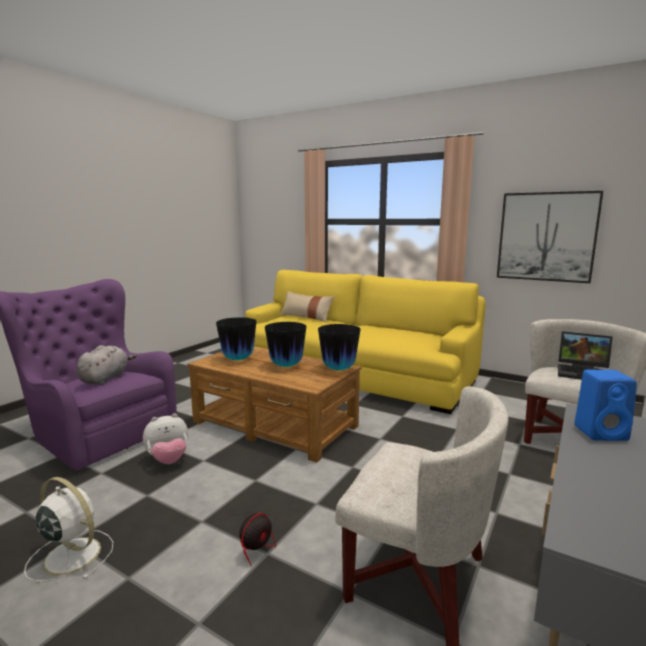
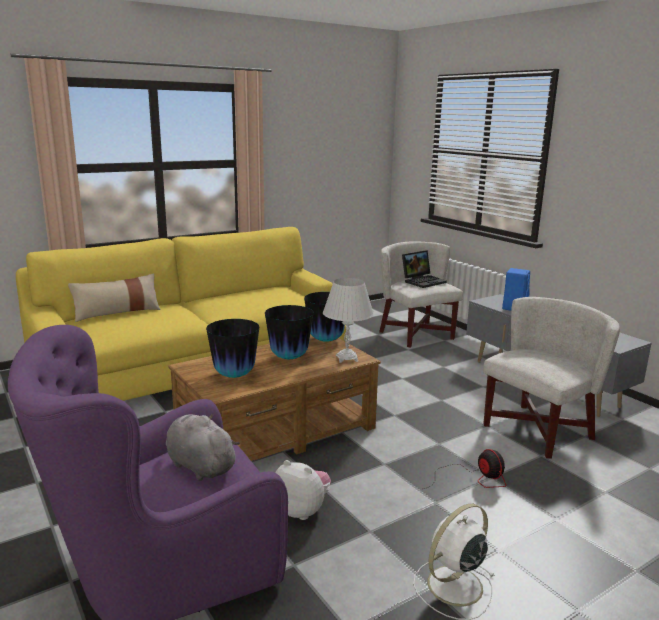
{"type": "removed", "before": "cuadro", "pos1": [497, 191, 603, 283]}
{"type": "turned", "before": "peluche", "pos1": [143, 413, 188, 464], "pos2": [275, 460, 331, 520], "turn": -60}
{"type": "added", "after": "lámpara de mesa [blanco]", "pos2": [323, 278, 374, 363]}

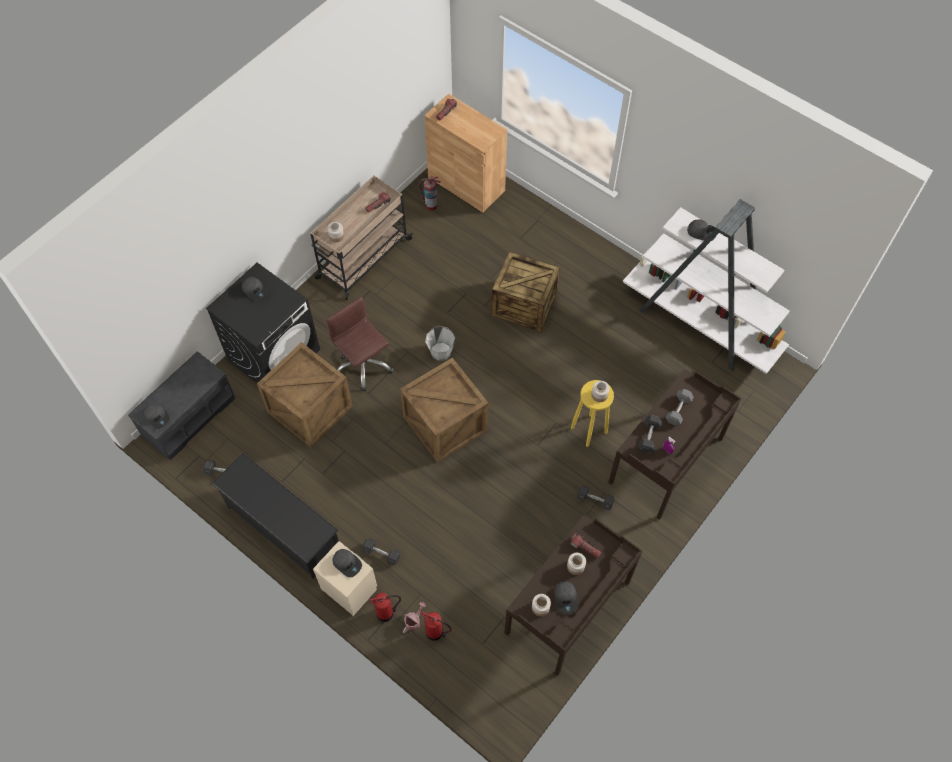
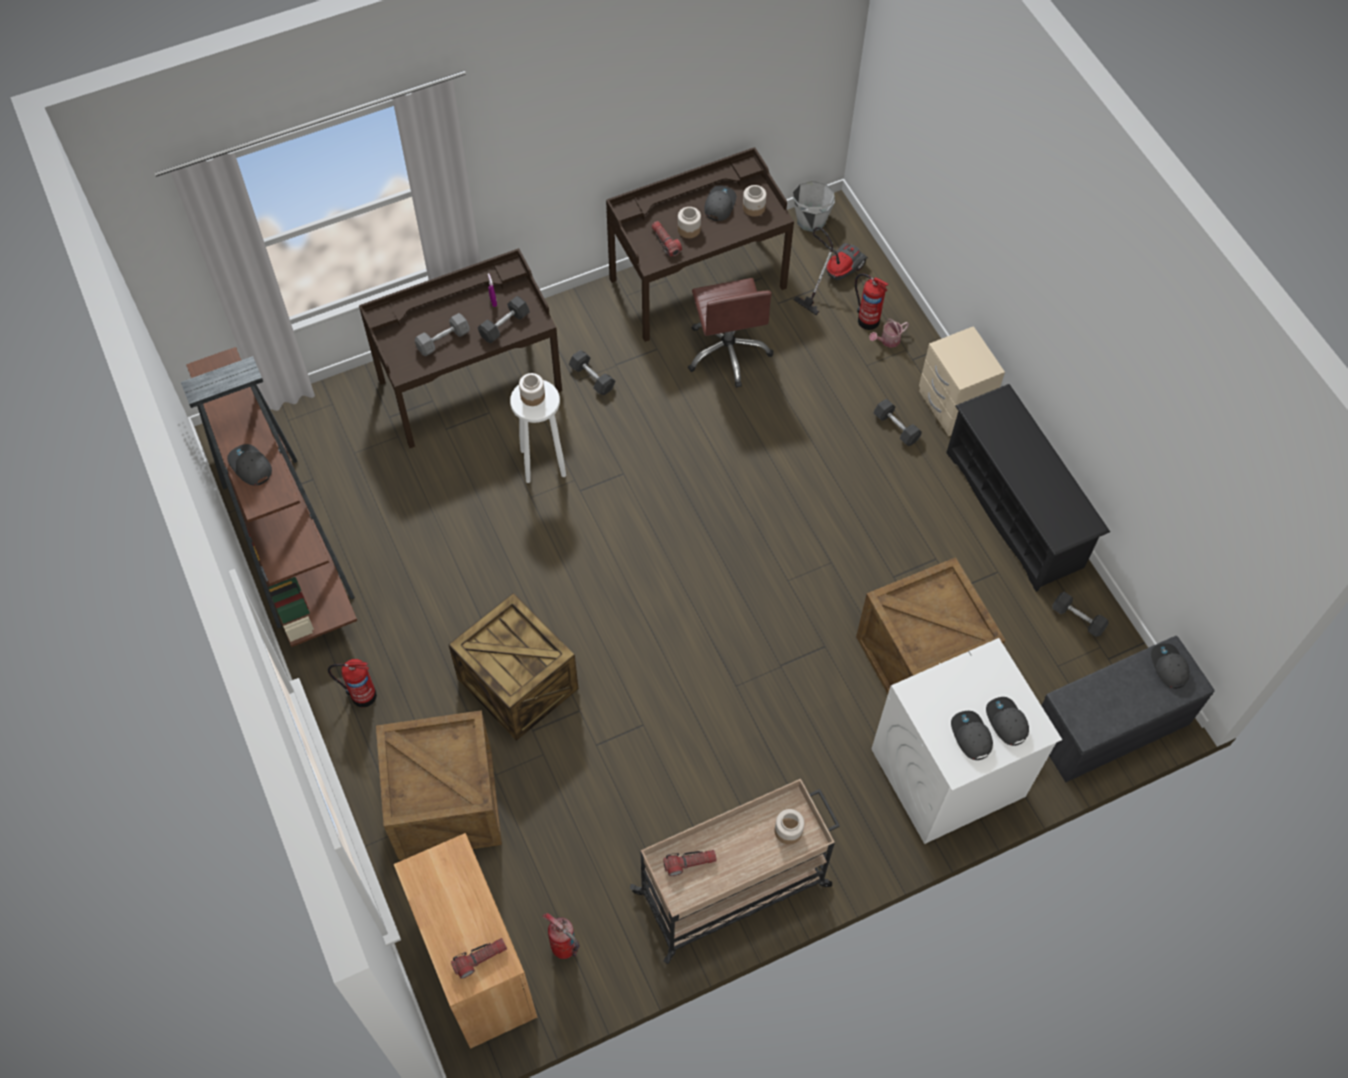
{"type": "recoloured", "before": "estantería [blanco]", "after": "estantería [marrón]", "pos1": [623, 199, 790, 374], "pos2": [181, 347, 357, 647]}
{"type": "recoloured", "before": "lavadora [negro]", "after": "lavadora [blanco]", "pos1": [206, 263, 320, 383], "pos2": [871, 638, 1062, 844]}
{"type": "moved", "before": "silla de oficina [marrón]", "pos1": [326, 297, 394, 391], "pos2": [688, 278, 773, 388]}
{"type": "moved", "before": "cubo [gris]", "pos1": [425, 326, 455, 361], "pos2": [793, 181, 835, 232]}
{"type": "moved", "before": "caja de embalaje", "pos1": [400, 358, 488, 463], "pos2": [376, 710, 502, 860]}
{"type": "recoloured", "before": "taburete [amarillo]", "after": "taburete [blanco]", "pos1": [571, 380, 614, 447], "pos2": [510, 380, 566, 483]}
{"type": "moved", "before": "gorra [gris]", "pos1": [332, 549, 362, 578], "pos2": [986, 697, 1029, 746]}
{"type": "moved", "before": "extintor", "pos1": [370, 593, 401, 622], "pos2": [328, 659, 377, 707]}
{"type": "added", "after": "aspiradora", "pos2": [793, 227, 868, 315]}

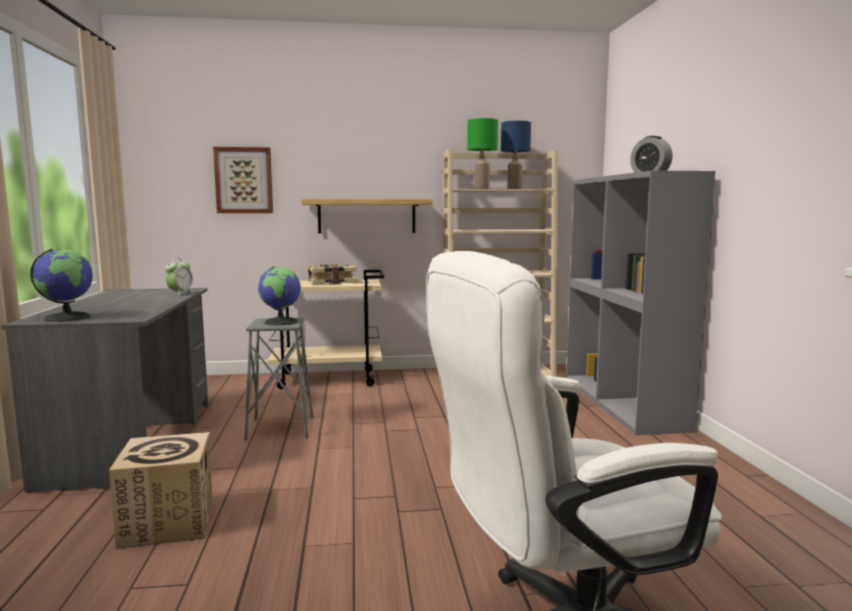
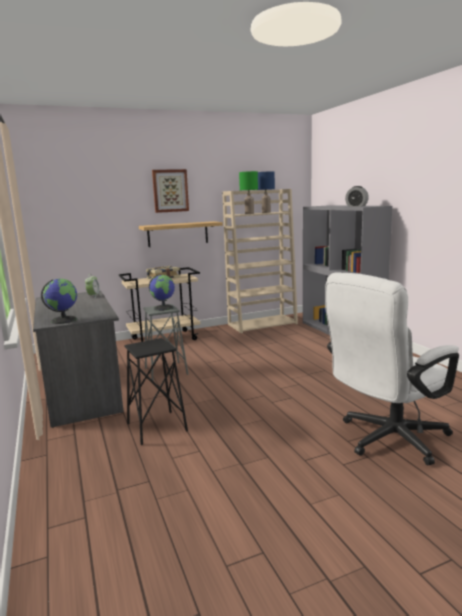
{"type": "moved", "before": "cuadro", "pos1": [213, 147, 273, 213], "pos2": [152, 169, 189, 213]}
{"type": "replaced", "before": "caja de cartón", "after": "taburete [negro]", "pos1": [109, 432, 212, 549], "pos2": [125, 338, 188, 445]}

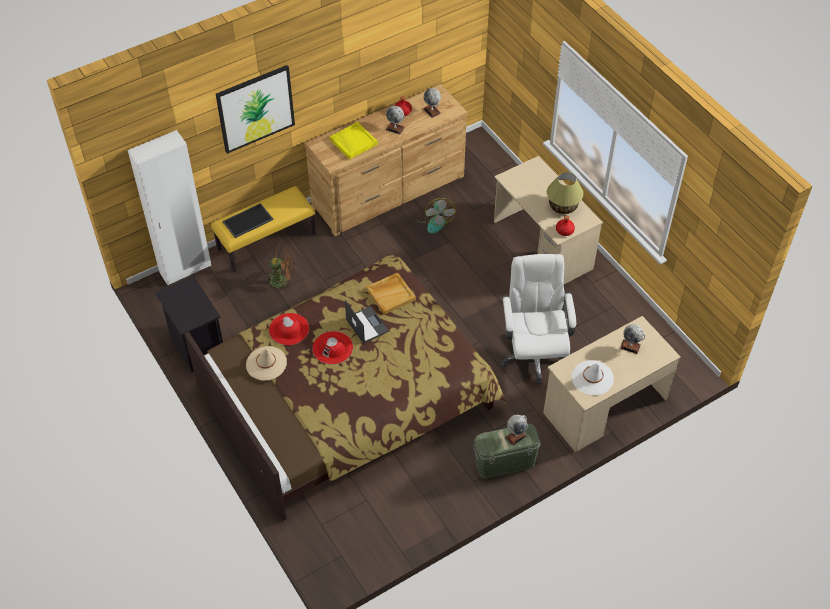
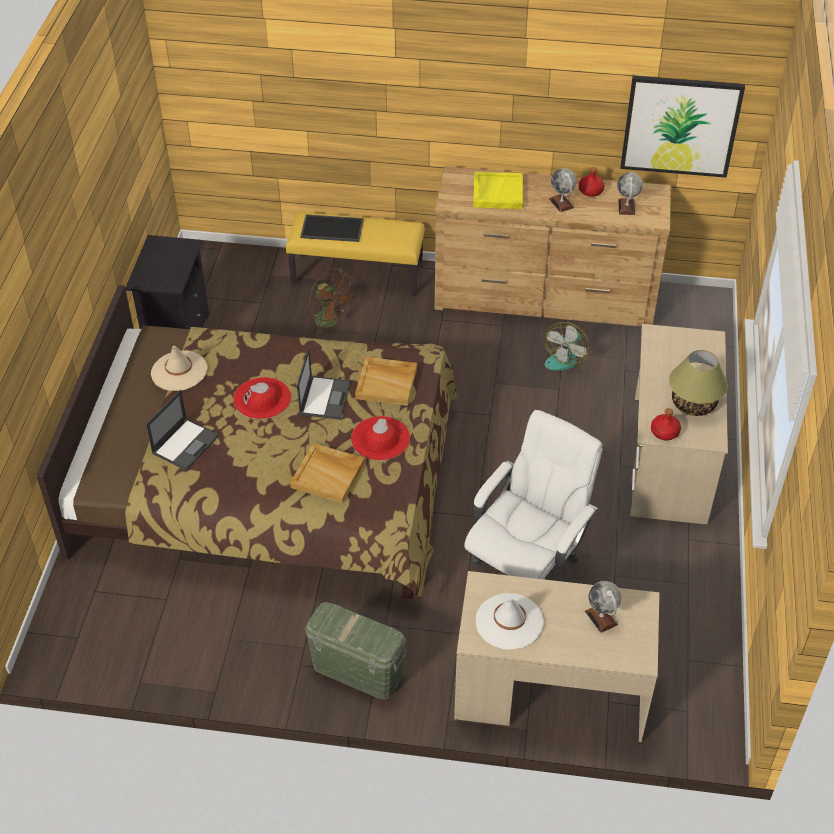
{"type": "moved", "before": "cuadro", "pos1": [216, 65, 295, 154], "pos2": [620, 76, 745, 178]}
{"type": "removed", "before": "armario ropero [blanco]", "pos1": [128, 130, 211, 285]}
{"type": "moved", "before": "sombrero [rojo]", "pos1": [269, 313, 309, 345], "pos2": [351, 416, 410, 460]}
{"type": "removed", "before": "globo terráqueo", "pos1": [505, 415, 527, 445]}
{"type": "added", "after": "portátil", "pos2": [146, 390, 219, 471]}
{"type": "added", "after": "bandeja [beis]", "pos2": [290, 443, 365, 504]}

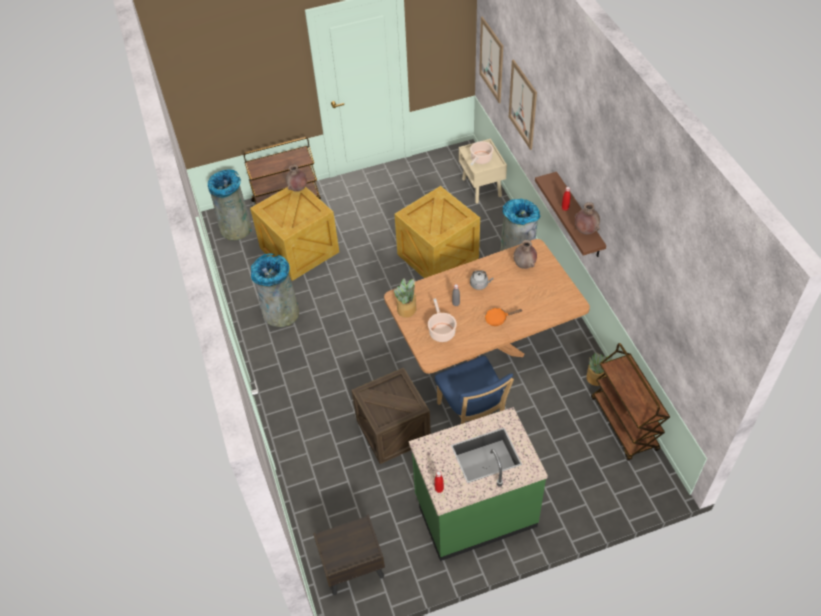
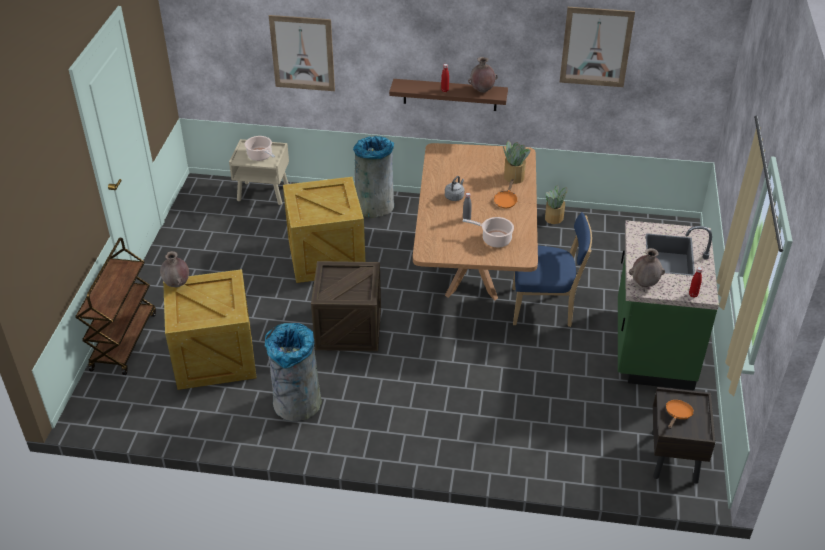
{"type": "moved", "before": "cuadro", "pos1": [479, 17, 503, 103], "pos2": [560, 7, 635, 87]}
{"type": "removed", "before": "papelera [gris]", "pos1": [208, 169, 252, 240]}
{"type": "moved", "before": "florero [marrón]", "pos1": [514, 240, 537, 269], "pos2": [629, 248, 665, 287]}
{"type": "moved", "before": "planta en maceta", "pos1": [394, 278, 416, 318], "pos2": [503, 141, 530, 184]}
{"type": "removed", "before": "carrito [marrón]", "pos1": [591, 343, 670, 461]}
{"type": "moved", "before": "caja de embalaje", "pos1": [352, 368, 431, 464], "pos2": [311, 261, 381, 351]}
{"type": "added", "after": "sartén [naranja]", "pos2": [666, 400, 694, 429]}

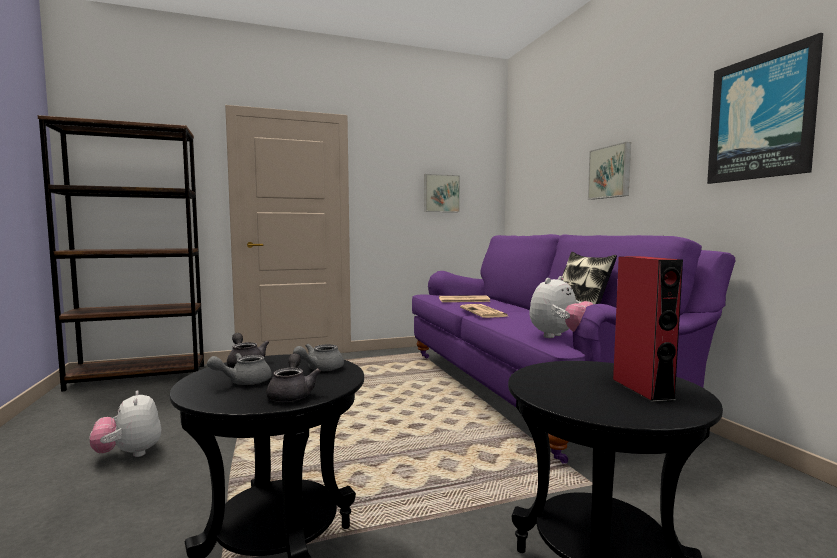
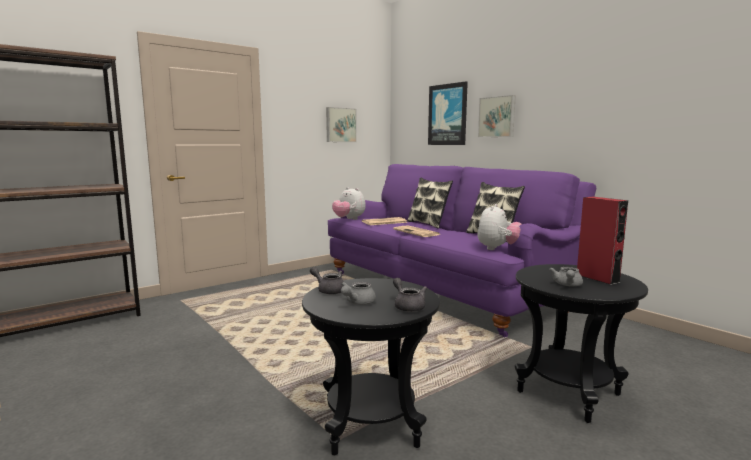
{"type": "moved", "before": "cuadro", "pos1": [707, 33, 823, 184], "pos2": [428, 81, 468, 145]}
{"type": "moved", "before": "tetera [gris]", "pos1": [293, 344, 344, 371], "pos2": [549, 267, 583, 286]}
{"type": "moved", "before": "peluche", "pos1": [90, 390, 161, 457], "pos2": [332, 187, 366, 220]}
{"type": "added", "after": "cojín", "pos2": [407, 178, 453, 229]}

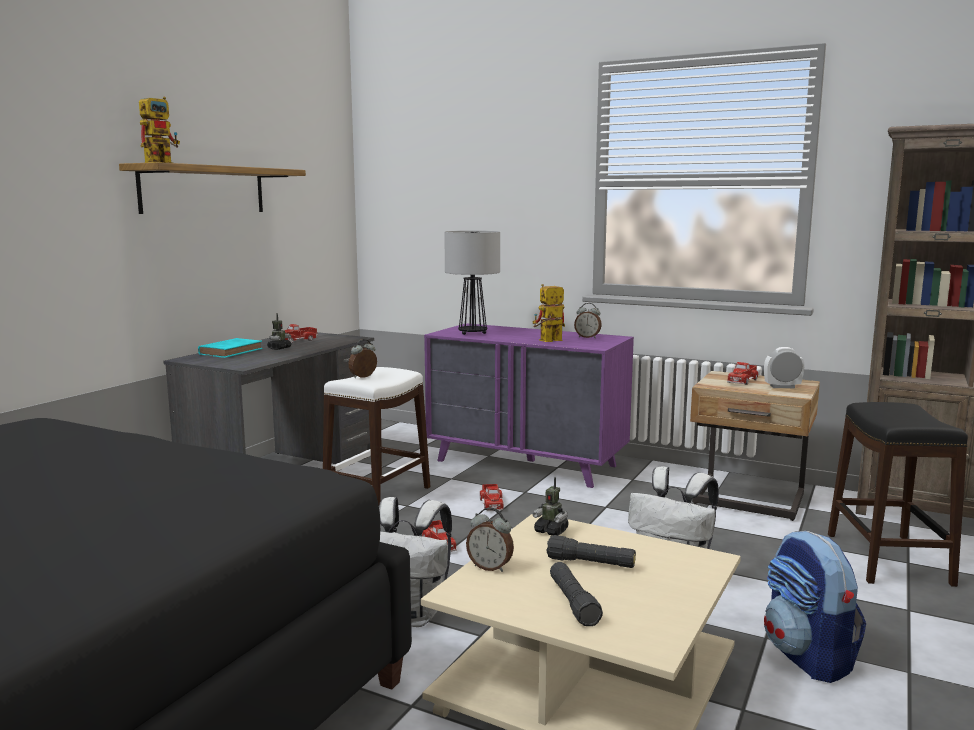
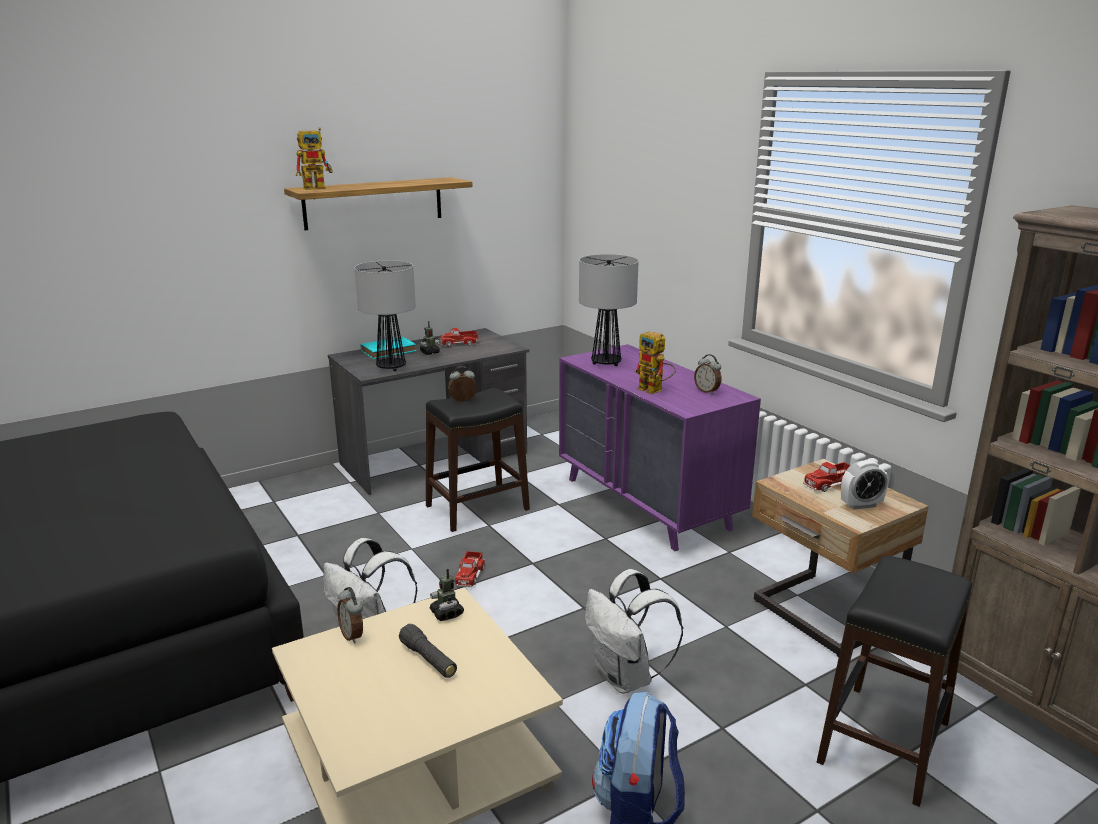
{"type": "turned", "before": "robot de juguete", "pos1": [532, 284, 565, 342], "pos2": [634, 331, 676, 394], "turn": -135}
{"type": "turned", "before": "despertador", "pos1": [764, 347, 804, 388], "pos2": [841, 460, 888, 510], "turn": 135}
{"type": "recoloured", "before": "taburete [blanco]", "after": "taburete [negro]", "pos1": [323, 367, 430, 505], "pos2": [426, 388, 530, 532]}
{"type": "removed", "before": "camión de juguete", "pos1": [480, 484, 504, 511]}
{"type": "removed", "before": "linterna [negro]", "pos1": [550, 562, 603, 626]}
{"type": "added", "after": "lámpara de mesa", "pos2": [354, 260, 416, 371]}

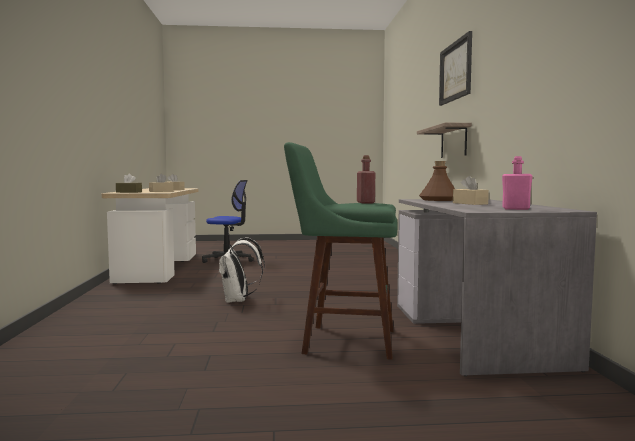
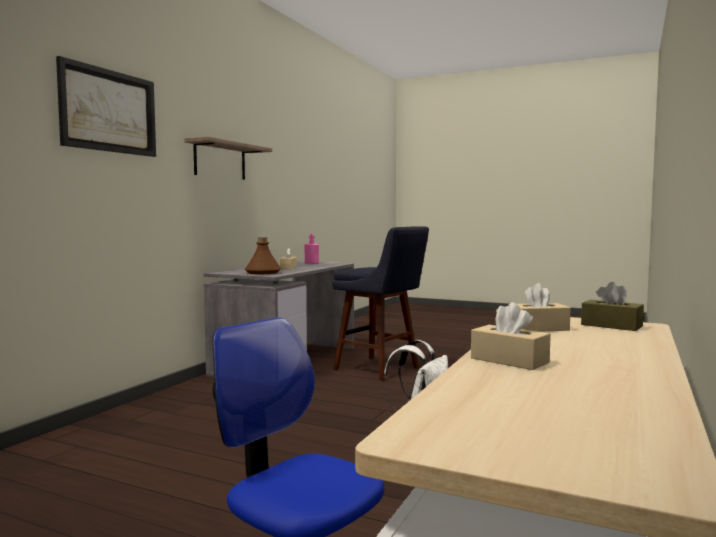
{"type": "moved", "before": "estante", "pos1": [417, 123, 472, 158], "pos2": [184, 137, 272, 180]}
{"type": "recoloured", "before": "taburete [verde]", "after": "taburete [azul]", "pos1": [284, 142, 398, 360], "pos2": [332, 226, 429, 381]}
{"type": "removed", "before": "botella [rojo]", "pos1": [357, 155, 375, 204]}

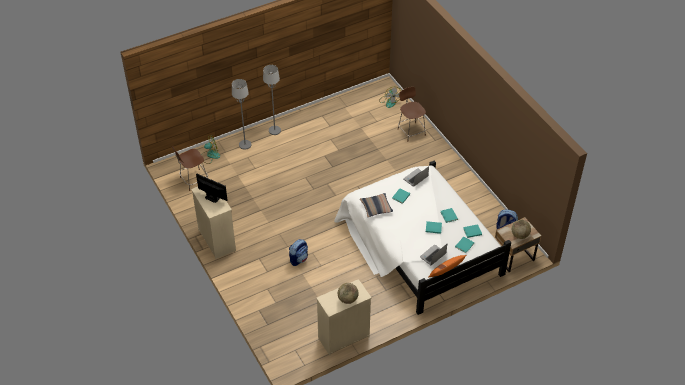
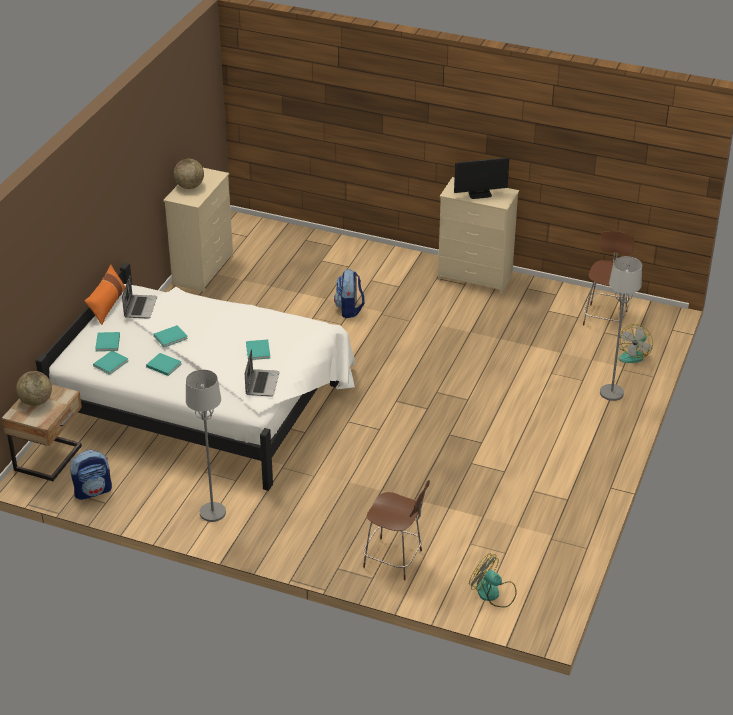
{"type": "moved", "before": "lámpara de pie [gris]", "pos1": [263, 65, 281, 135], "pos2": [186, 370, 226, 522]}
{"type": "removed", "before": "cojín", "pos1": [360, 193, 393, 217]}

